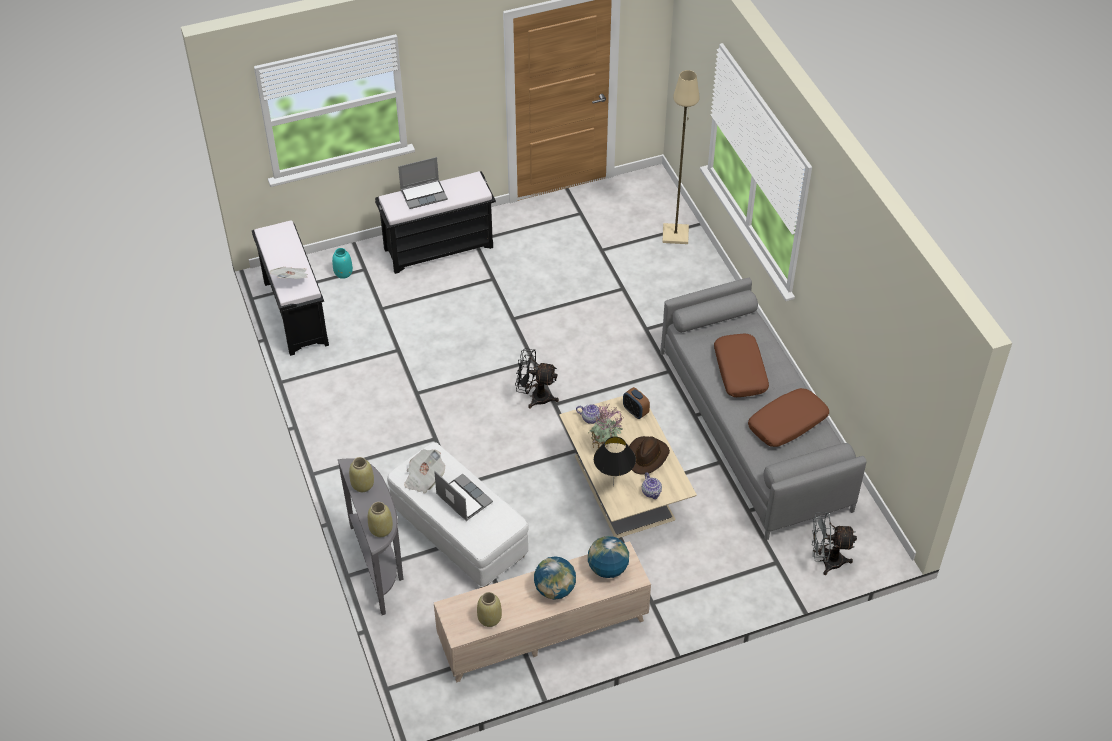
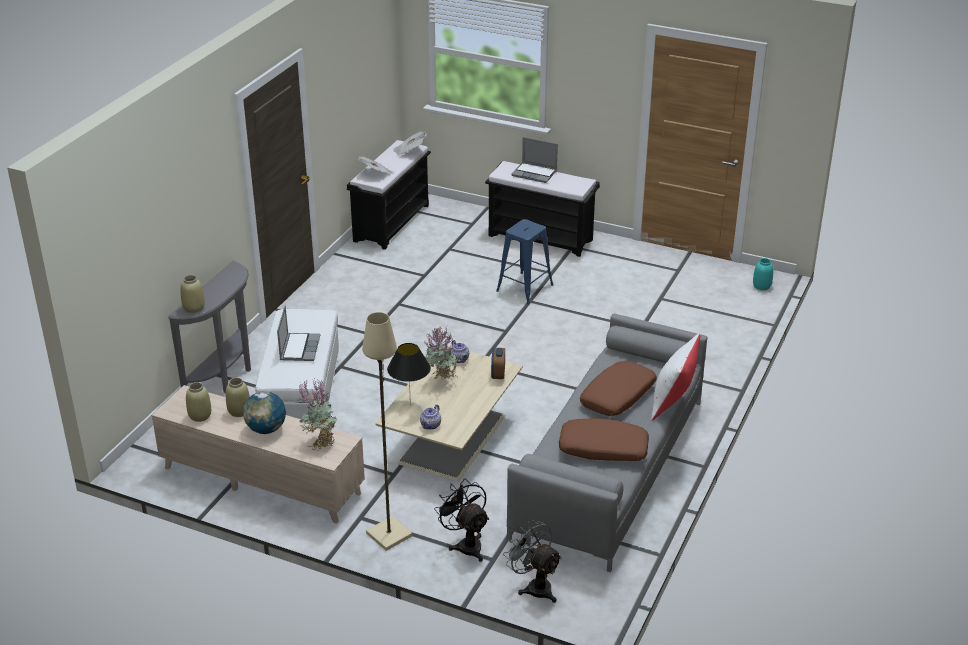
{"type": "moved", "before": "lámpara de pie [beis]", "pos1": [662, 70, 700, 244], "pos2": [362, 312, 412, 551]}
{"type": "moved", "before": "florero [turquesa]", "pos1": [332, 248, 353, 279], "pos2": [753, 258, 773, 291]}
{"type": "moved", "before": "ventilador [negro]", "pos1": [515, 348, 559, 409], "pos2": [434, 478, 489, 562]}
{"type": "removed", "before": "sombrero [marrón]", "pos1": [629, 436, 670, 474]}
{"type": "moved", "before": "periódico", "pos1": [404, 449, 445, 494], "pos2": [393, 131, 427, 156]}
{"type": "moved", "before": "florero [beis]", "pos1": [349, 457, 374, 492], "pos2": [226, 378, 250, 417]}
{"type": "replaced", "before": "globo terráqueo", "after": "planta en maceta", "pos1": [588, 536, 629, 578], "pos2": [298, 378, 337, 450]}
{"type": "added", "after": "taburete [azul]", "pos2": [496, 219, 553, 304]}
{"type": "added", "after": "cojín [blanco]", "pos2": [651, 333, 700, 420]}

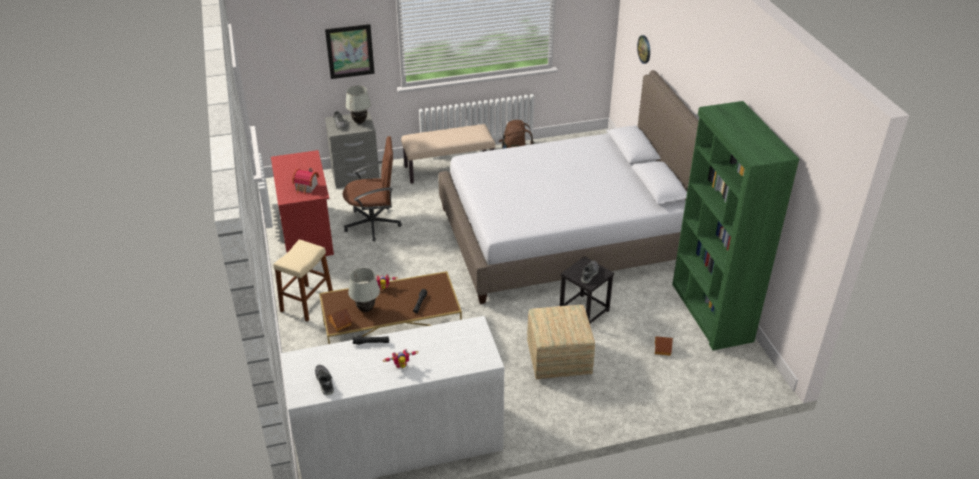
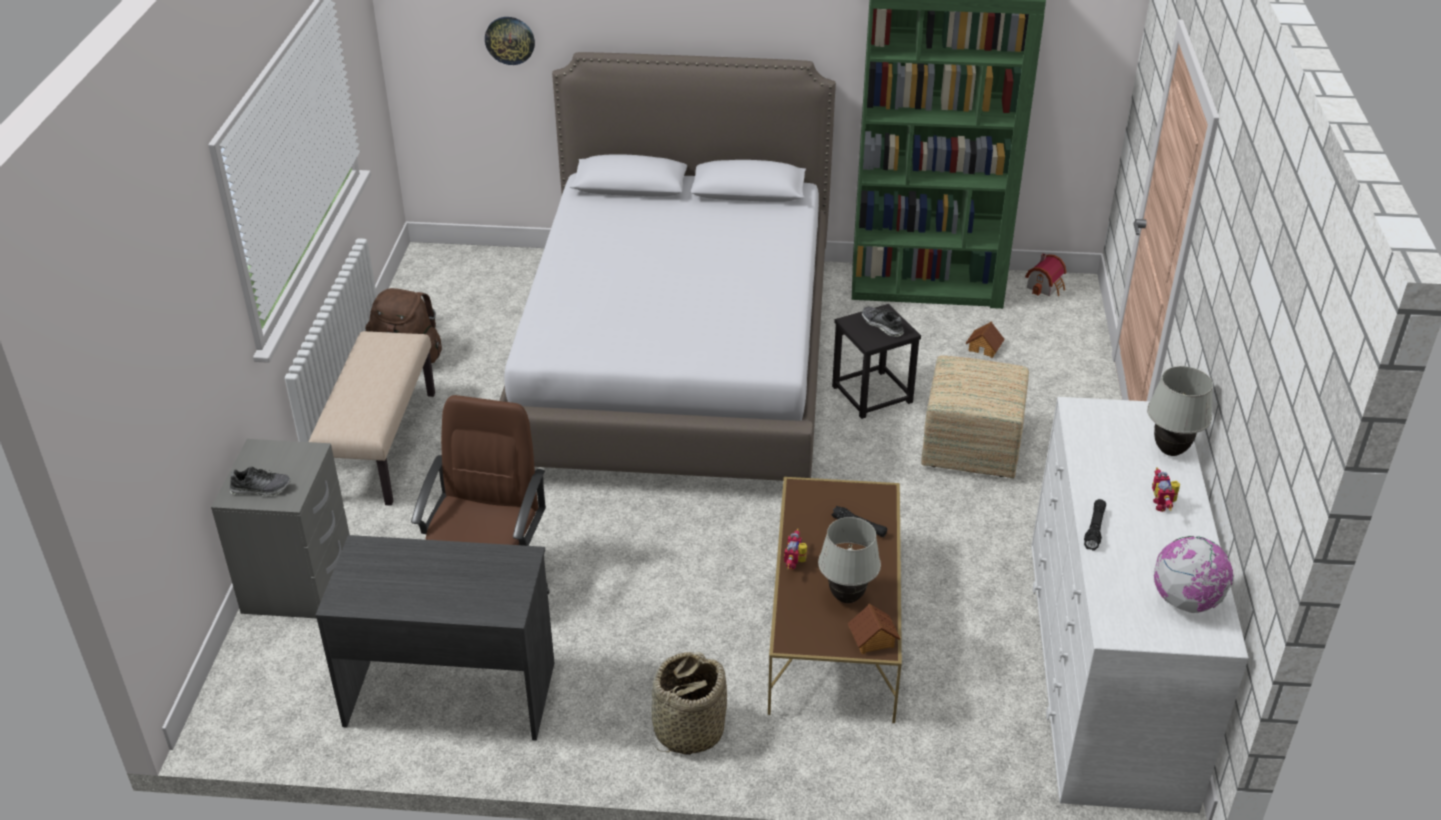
{"type": "removed", "before": "cuadro", "pos1": [325, 24, 375, 79]}
{"type": "moved", "before": "lámpara de mesa [blanco]", "pos1": [345, 86, 371, 124], "pos2": [1147, 366, 1213, 456]}
{"type": "recoloured", "before": "escritorio [rojo]", "after": "escritorio [gris]", "pos1": [271, 150, 334, 256], "pos2": [315, 535, 554, 741]}
{"type": "moved", "before": "casita", "pos1": [292, 168, 319, 195], "pos2": [1025, 253, 1066, 296]}
{"type": "replaced", "before": "taburete [beis]", "after": "cesta", "pos1": [273, 240, 333, 322], "pos2": [651, 652, 727, 755]}
{"type": "replaced", "before": "zapato", "after": "globo terráqueo", "pos1": [315, 365, 334, 395], "pos2": [1154, 536, 1233, 613]}

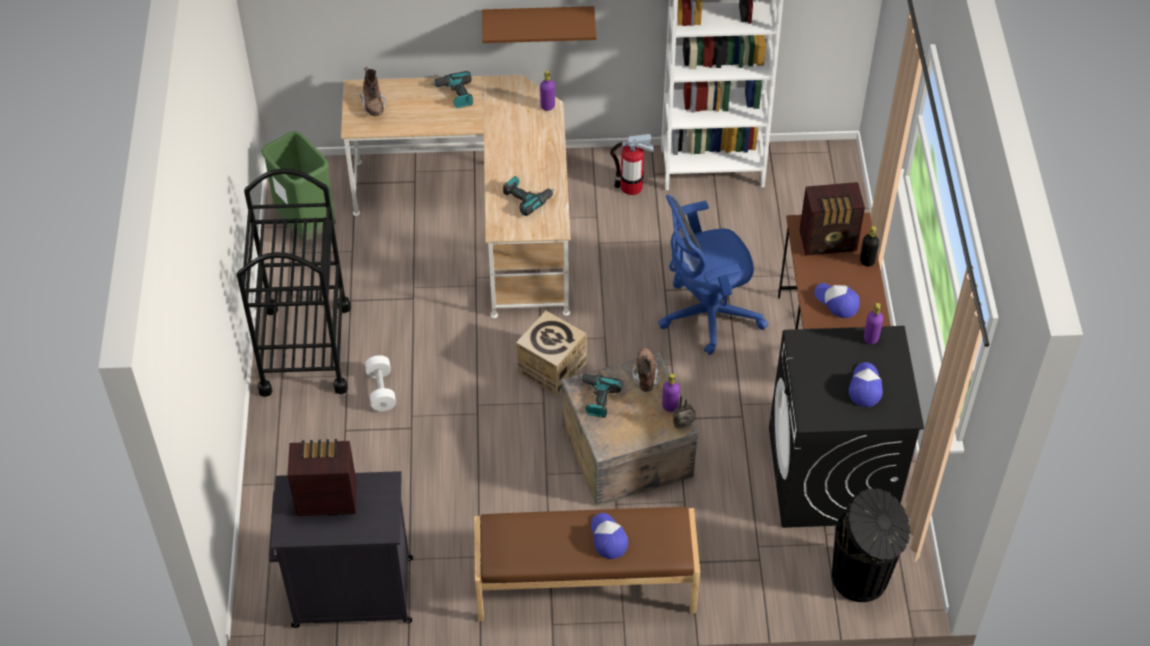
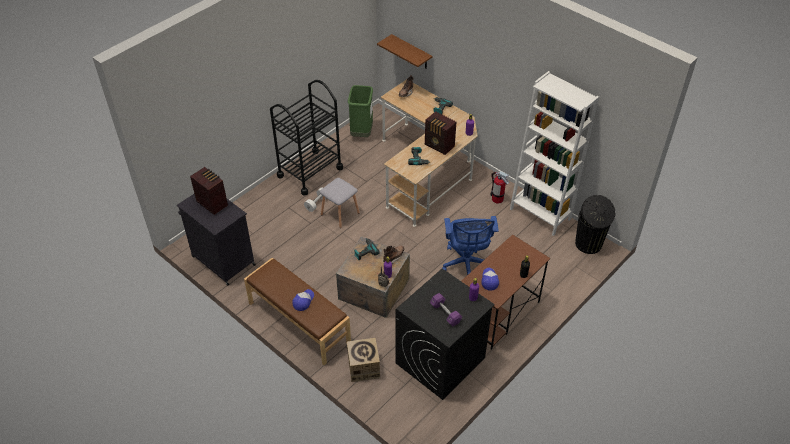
{"type": "moved", "before": "estante [marrón]", "pos1": [482, 6, 596, 43], "pos2": [377, 34, 432, 69]}
{"type": "moved", "before": "radio", "pos1": [799, 182, 865, 255], "pos2": [425, 111, 456, 155]}
{"type": "turned", "before": "silla de oficina [azul]", "pos1": [658, 195, 768, 355], "pos2": [442, 216, 499, 275], "turn": -120}
{"type": "moved", "before": "caja de cartón", "pos1": [516, 311, 587, 396], "pos2": [347, 338, 380, 382]}
{"type": "replaced", "before": "gorra", "after": "mancuerna [morado]", "pos1": [849, 362, 883, 407], "pos2": [430, 293, 462, 326]}
{"type": "moved", "before": "papelera [negro]", "pos1": [832, 488, 910, 602], "pos2": [575, 195, 616, 254]}
{"type": "added", "after": "taburete [gris]", "pos2": [320, 178, 360, 228]}

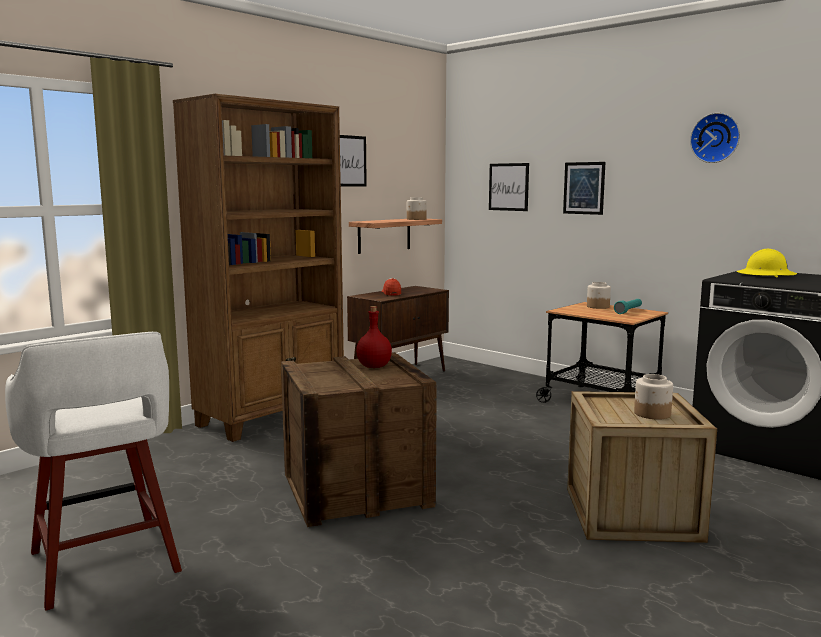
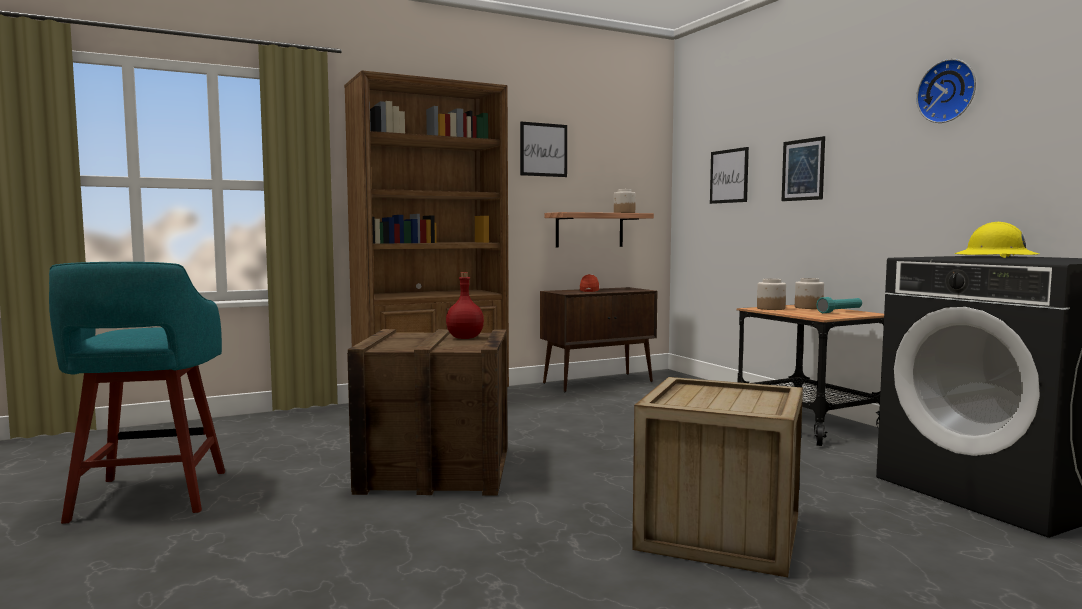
{"type": "recoloured", "before": "taburete [blanco]", "after": "taburete [turquesa]", "pos1": [5, 332, 182, 611], "pos2": [49, 262, 225, 524]}
{"type": "moved", "before": "tarro", "pos1": [634, 374, 673, 420], "pos2": [757, 278, 786, 310]}

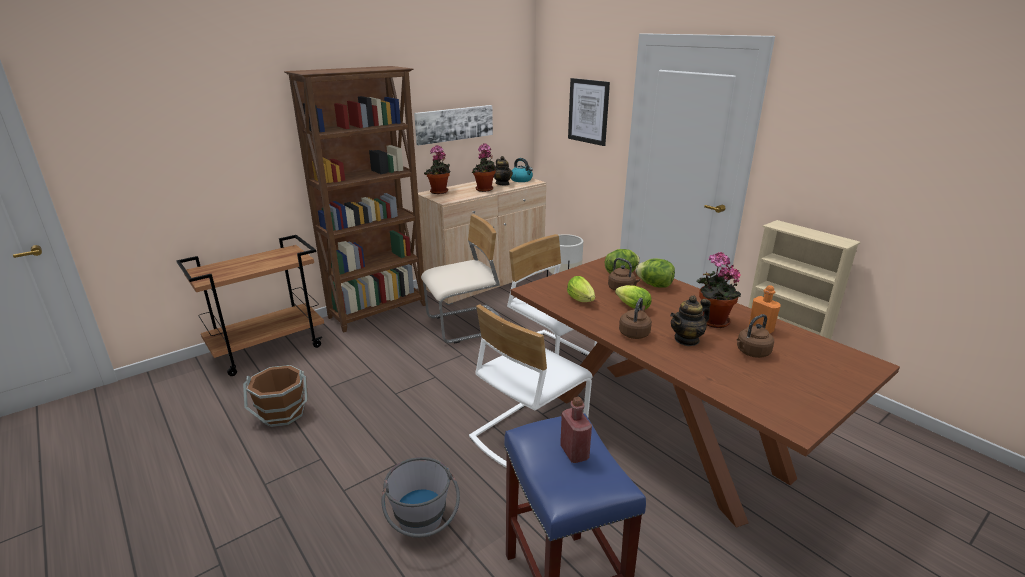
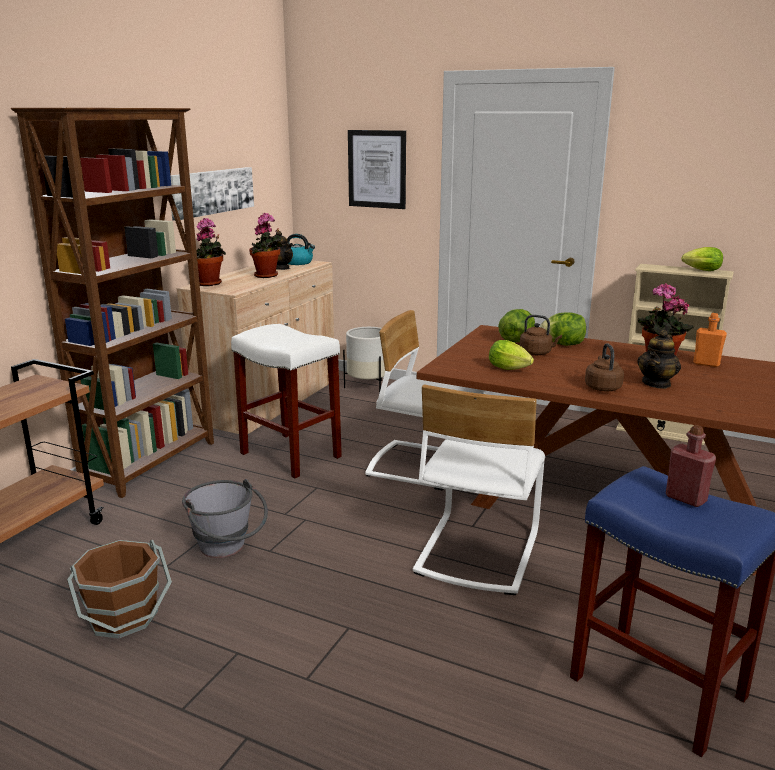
{"type": "replaced", "before": "silla [beis]", "after": "taburete [blanco]", "pos1": [421, 214, 502, 344], "pos2": [231, 324, 342, 478]}
{"type": "moved", "before": "lechuga", "pos1": [615, 285, 651, 310], "pos2": [681, 247, 723, 271]}
{"type": "removed", "before": "hervidor [marrón]", "pos1": [737, 314, 774, 358]}
{"type": "moved", "before": "cubo [gris]", "pos1": [381, 457, 460, 538], "pos2": [182, 479, 268, 558]}

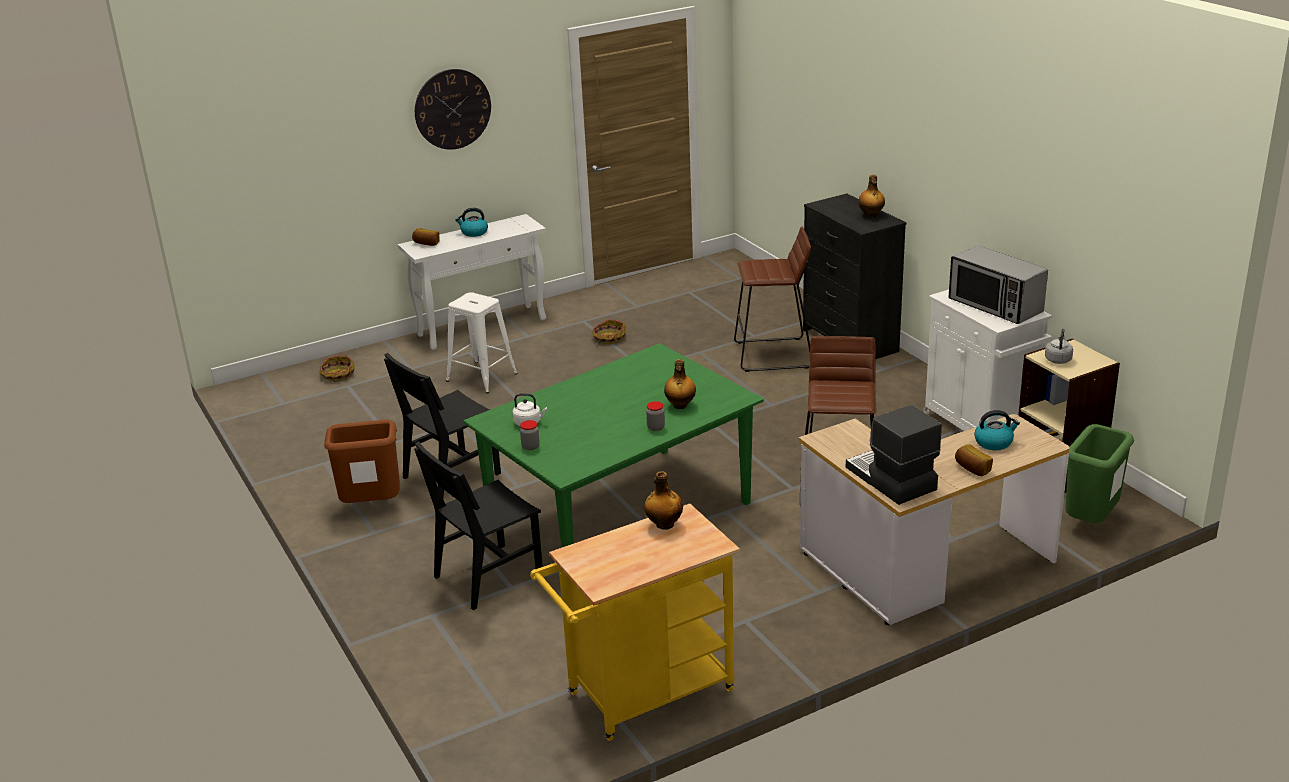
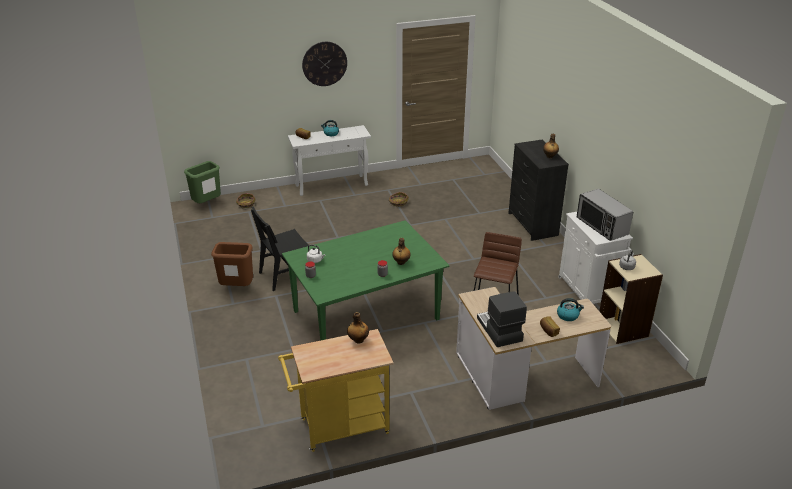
{"type": "removed", "before": "taburete [marrón]", "pos1": [734, 226, 811, 372]}
{"type": "removed", "before": "taburete [blanco]", "pos1": [446, 292, 518, 393]}
{"type": "moved", "before": "papelera [verde]", "pos1": [1065, 424, 1134, 523], "pos2": [184, 161, 221, 203]}
{"type": "removed", "before": "silla [negro]", "pos1": [414, 441, 543, 610]}

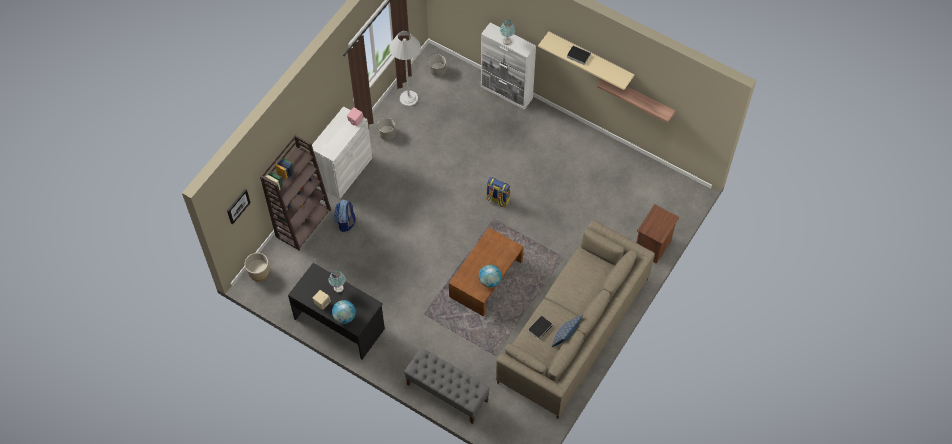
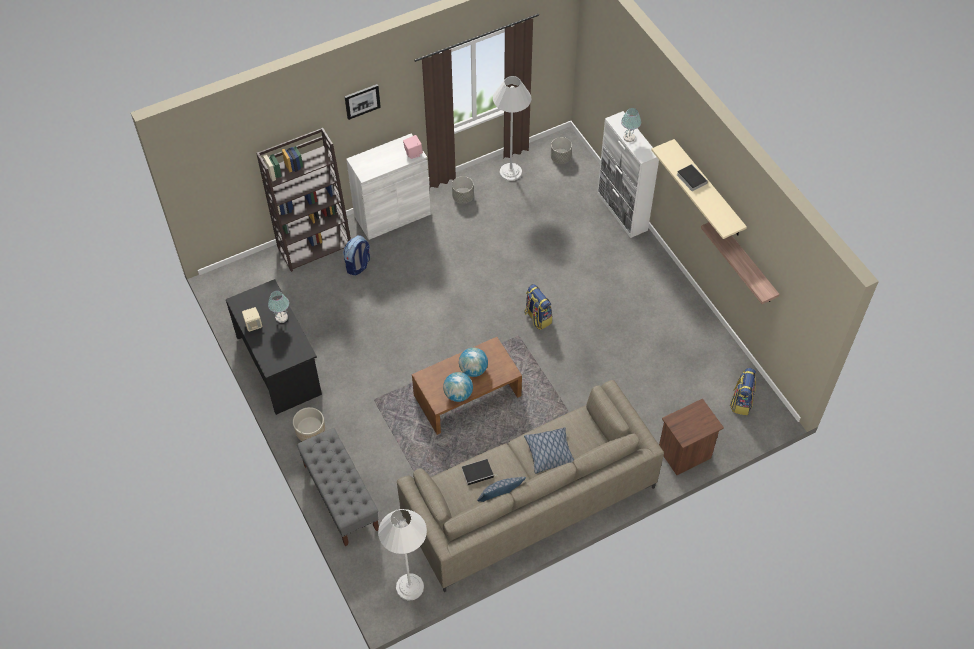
{"type": "moved", "before": "cuadro", "pos1": [227, 189, 251, 224], "pos2": [344, 84, 381, 120]}
{"type": "moved", "before": "maceta [beis]", "pos1": [245, 253, 270, 281], "pos2": [293, 407, 325, 442]}
{"type": "moved", "before": "globo terráqueo", "pos1": [332, 300, 356, 324], "pos2": [459, 348, 488, 377]}
{"type": "added", "after": "mochila", "pos2": [730, 368, 756, 416]}
{"type": "added", "after": "cojín", "pos2": [524, 427, 574, 474]}
{"type": "added", "after": "lámpara de pie [blanco]", "pos2": [378, 509, 427, 601]}

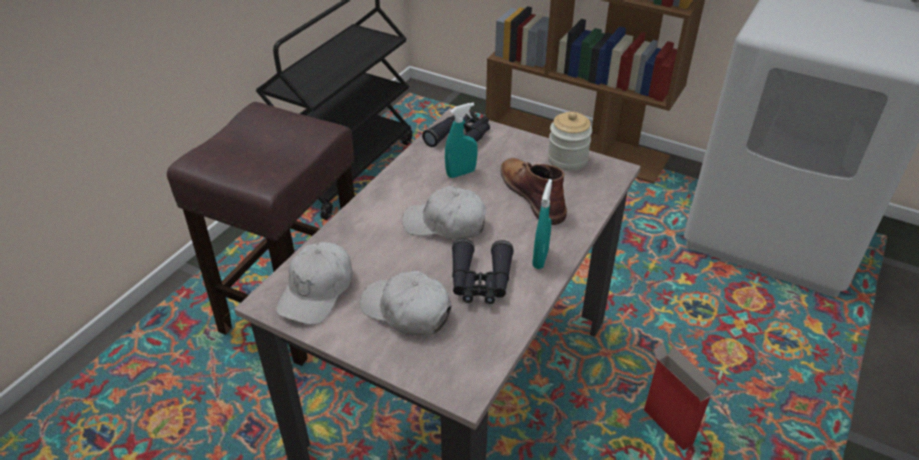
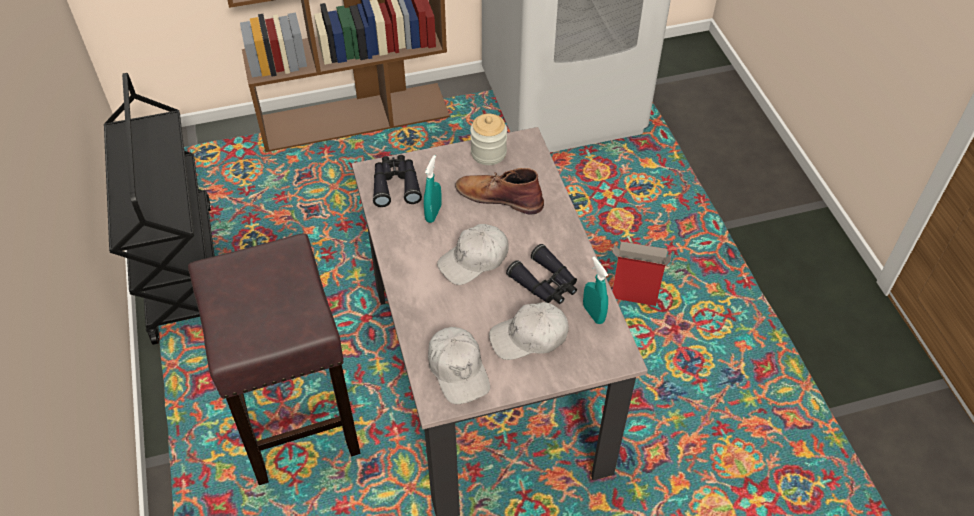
{"type": "moved", "before": "pulverizador [turquesa]", "pos1": [533, 179, 552, 269], "pos2": [583, 257, 608, 324]}

